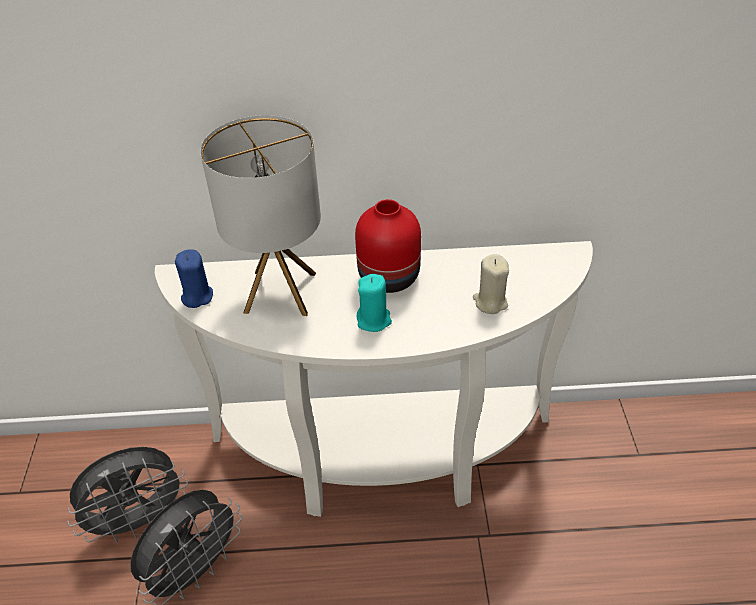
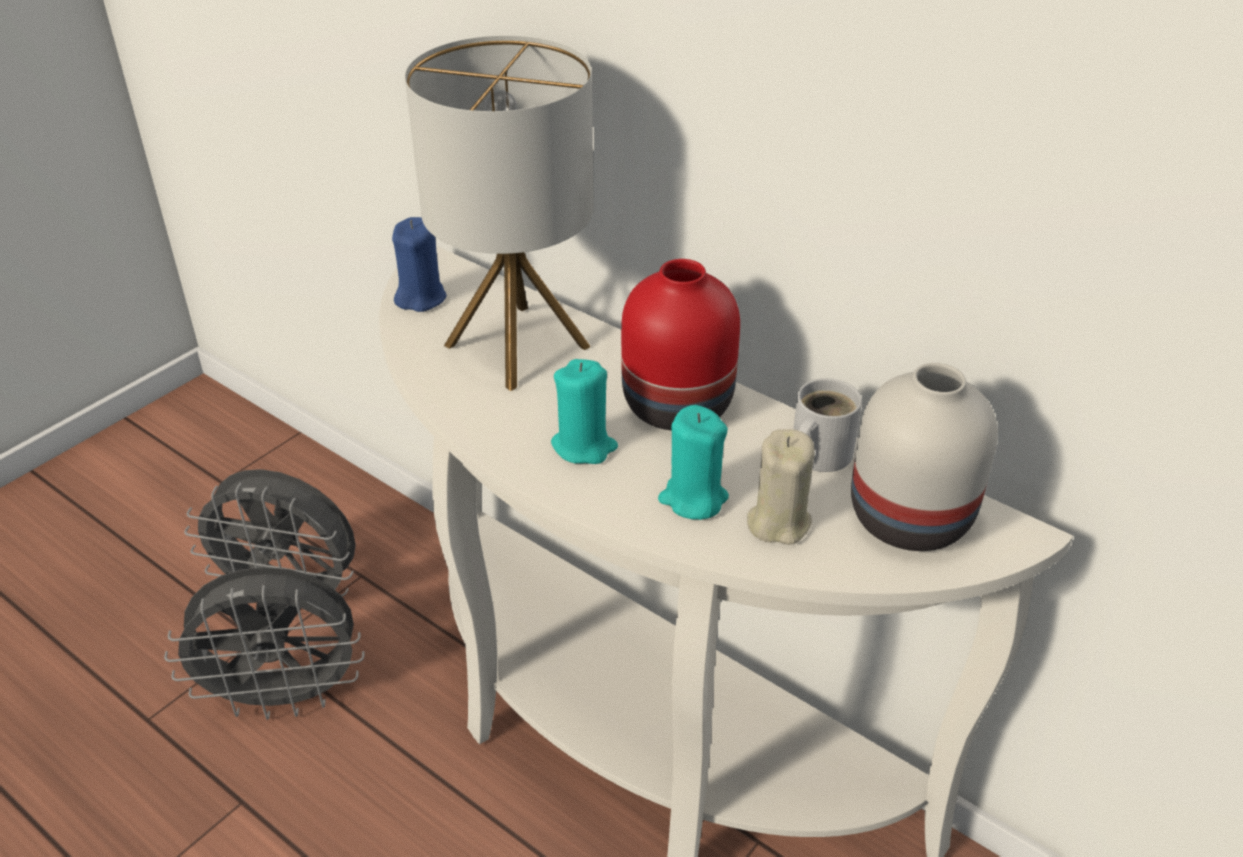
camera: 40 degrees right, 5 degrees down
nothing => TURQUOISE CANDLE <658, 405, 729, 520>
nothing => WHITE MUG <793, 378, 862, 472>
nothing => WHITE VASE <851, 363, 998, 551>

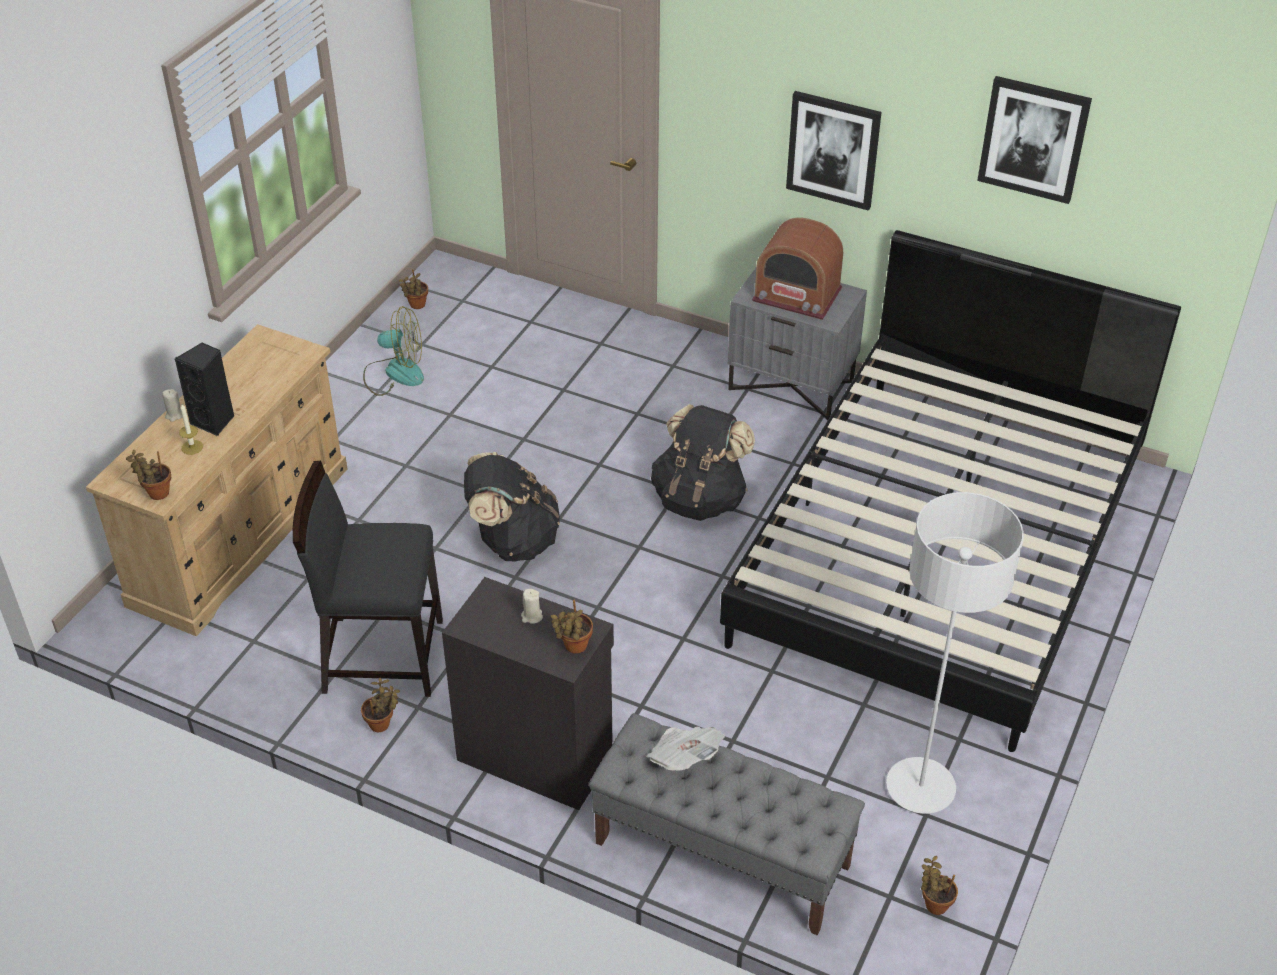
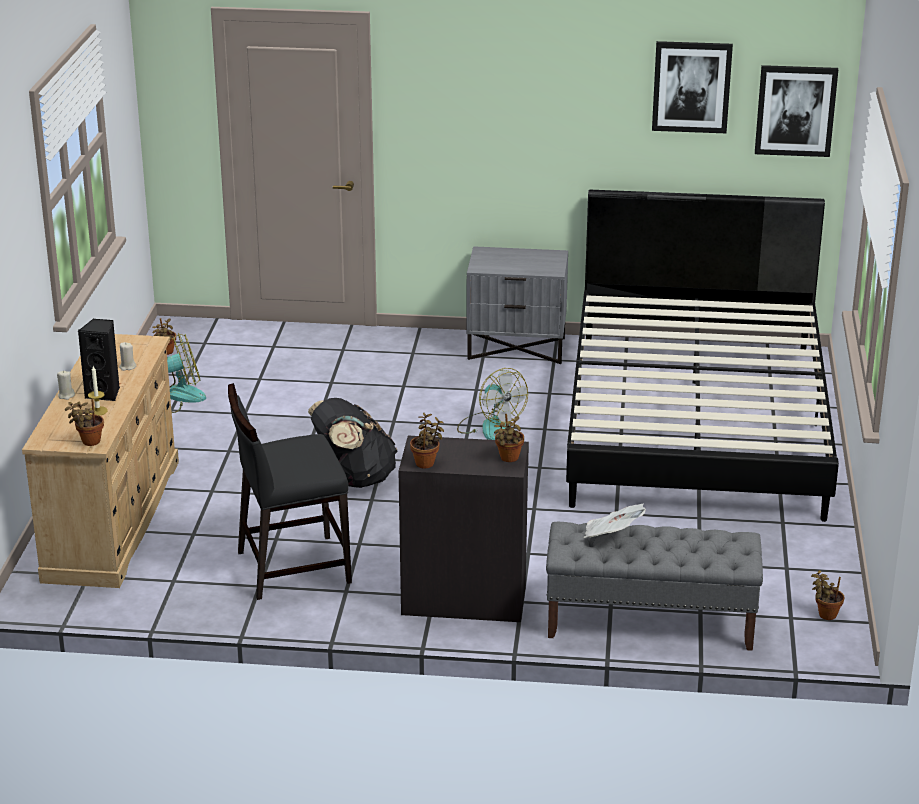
camera: 20 degrees left, 15 degrees down
RADIO <752, 218, 843, 320> => nothing
GREY FLOOR LAMP <886, 492, 1024, 814> => nothing
POTTED PLANT <361, 678, 400, 732> => POTTED PLANT <410, 413, 444, 468>, moved
BEIGE CANDLE <521, 589, 543, 624> => BEIGE CANDLE <119, 342, 136, 371>, moved
PICTURE <786, 91, 882, 211> => PICTURE <755, 65, 838, 157>, moved
BLACK BACKPACK <651, 404, 755, 521> => FAN <457, 368, 528, 440>

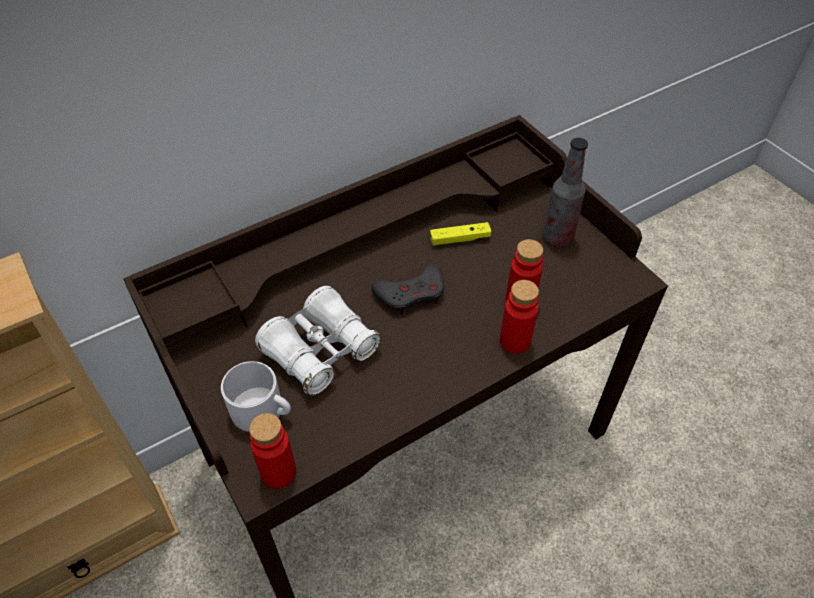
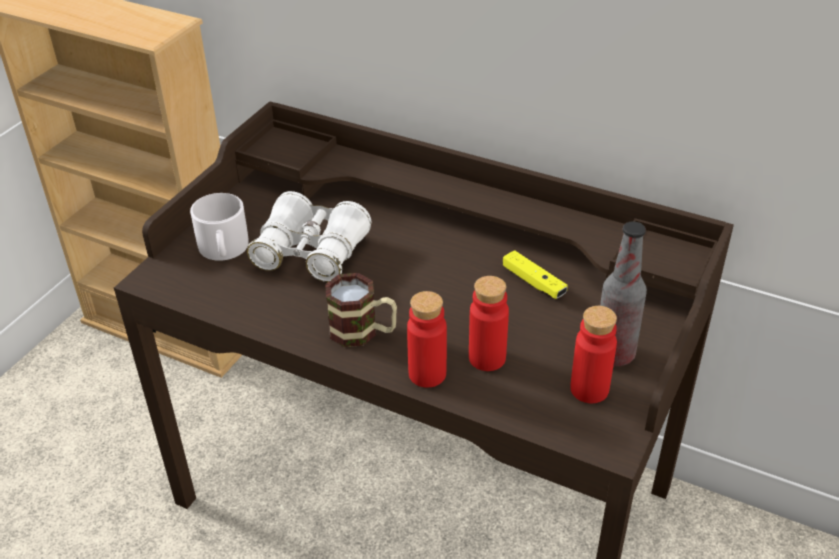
camera: 60 degrees right, 10 degrees down
GREY GAME CONTROLLER <371, 264, 444, 315> => nothing
nothing => MUG <325, 273, 397, 347>
RED BOTTLE <249, 413, 296, 489> => RED BOTTLE <570, 306, 617, 403>, moved

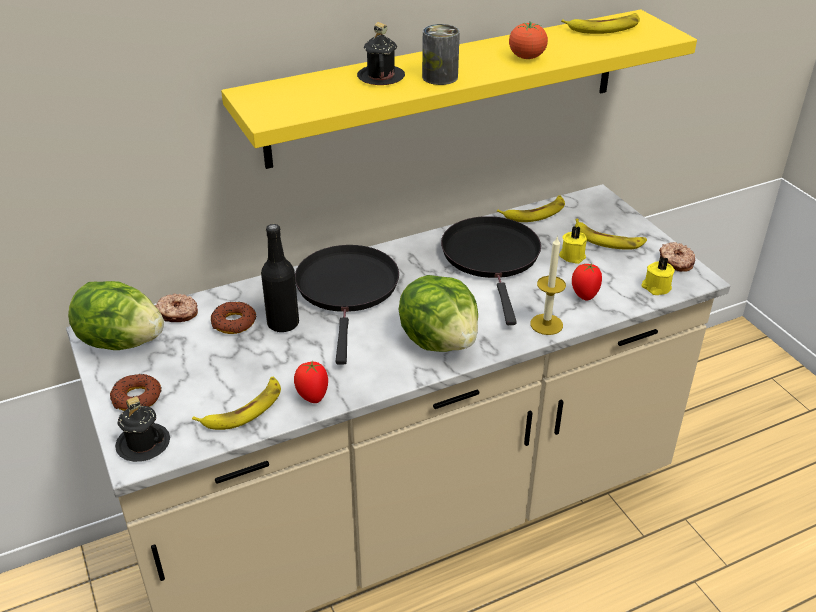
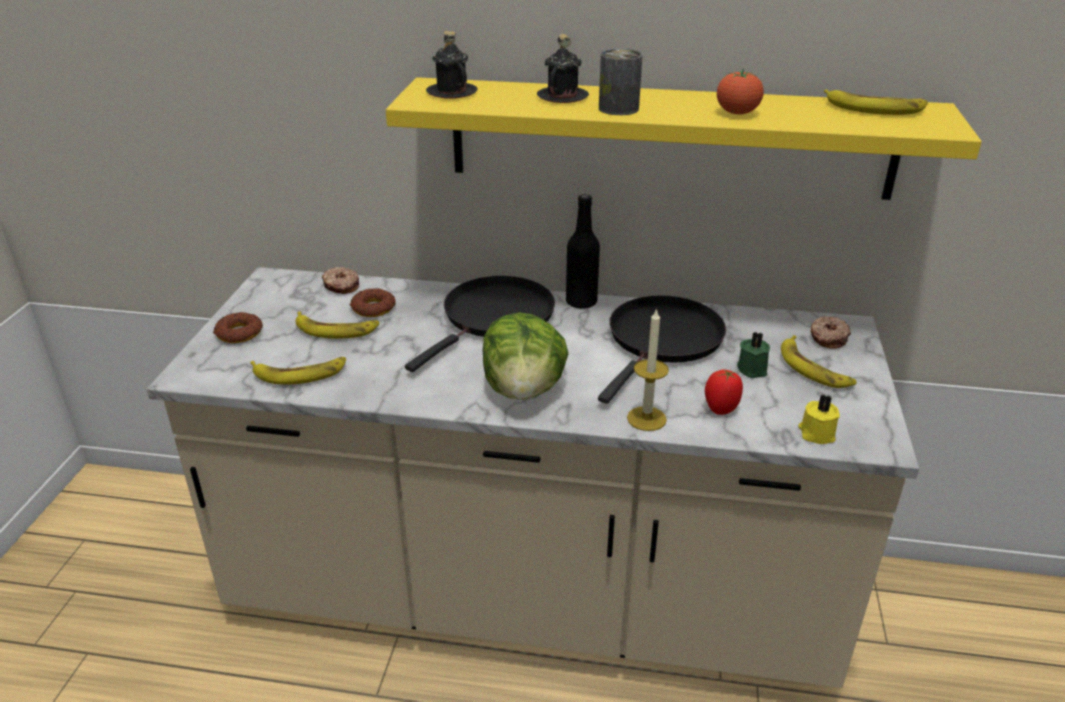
camera: 35 degrees right, 5 degrees down
LETTUCE <68, 281, 164, 350> => nothing
TOMATO <294, 361, 328, 403> => nothing
BLACK MUG <115, 397, 170, 462> => BLACK MUG <426, 31, 478, 99>, moved
BLACK BOTTLE <261, 224, 299, 333> => BLACK BOTTLE <566, 194, 600, 309>, moved
BANANA <497, 195, 565, 222> => BANANA <296, 312, 379, 339>, moved
DONUT <659, 242, 695, 272> => DONUT <810, 316, 851, 349>, moved
YELLOW CANDLE <559, 226, 587, 264> => GREEN CANDLE <737, 332, 770, 378>

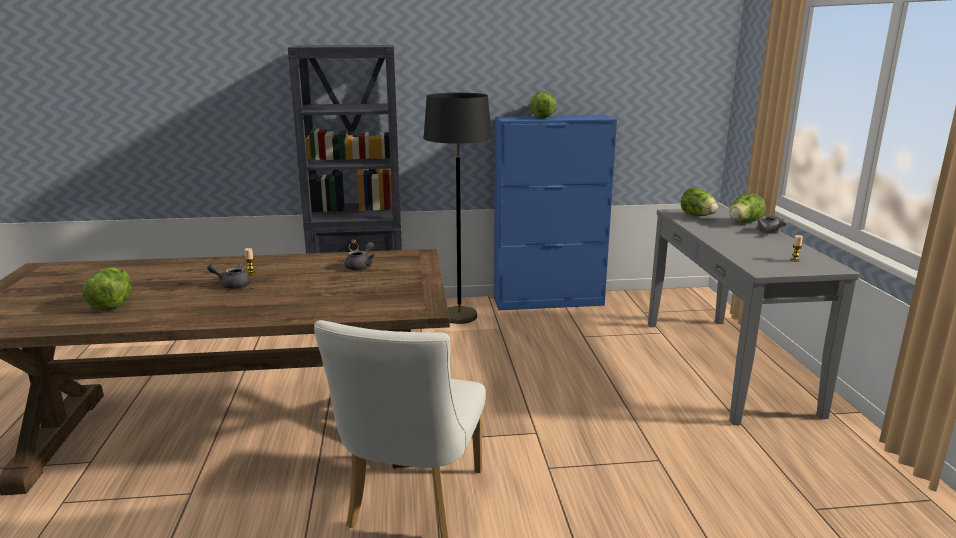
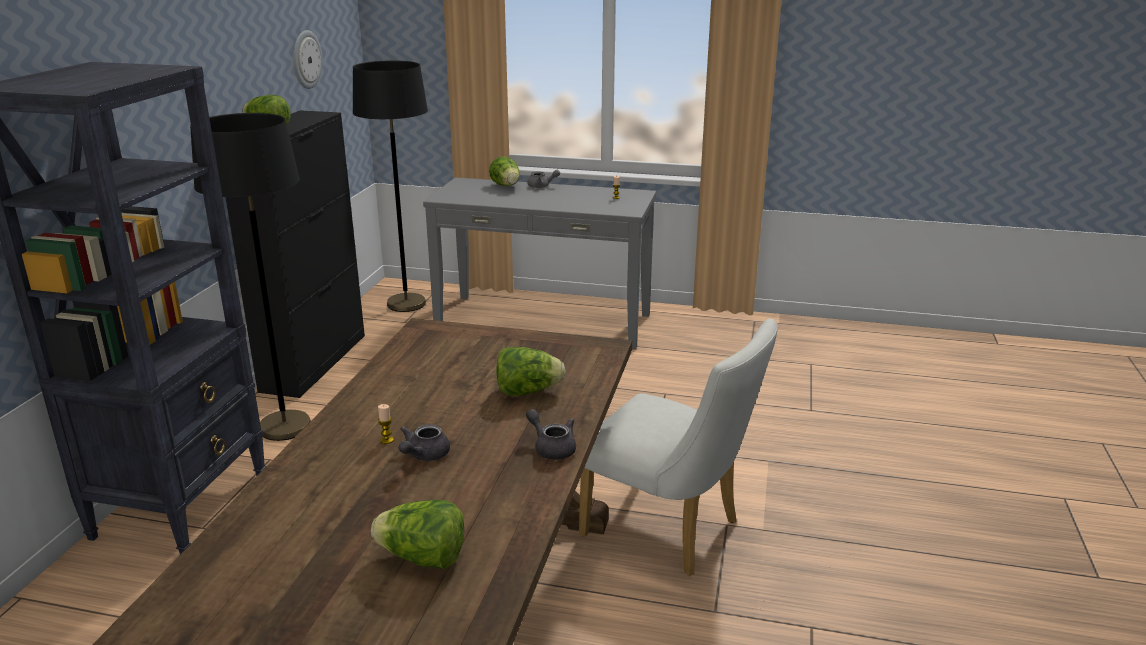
camera: 70 degrees left, 5 degrees up
nothing => WALL CLOCK <293, 30, 322, 89>
nothing => BLACK FLOOR LAMP <353, 61, 428, 312>
GREY TEAPOT <344, 242, 375, 270> => GREY TEAPOT <526, 409, 576, 460>, moved
LETTUCE <681, 187, 718, 216> => LETTUCE <496, 347, 565, 396>, moved
BLUE CABINET <494, 115, 617, 310> => BLACK CABINET <226, 110, 365, 398>

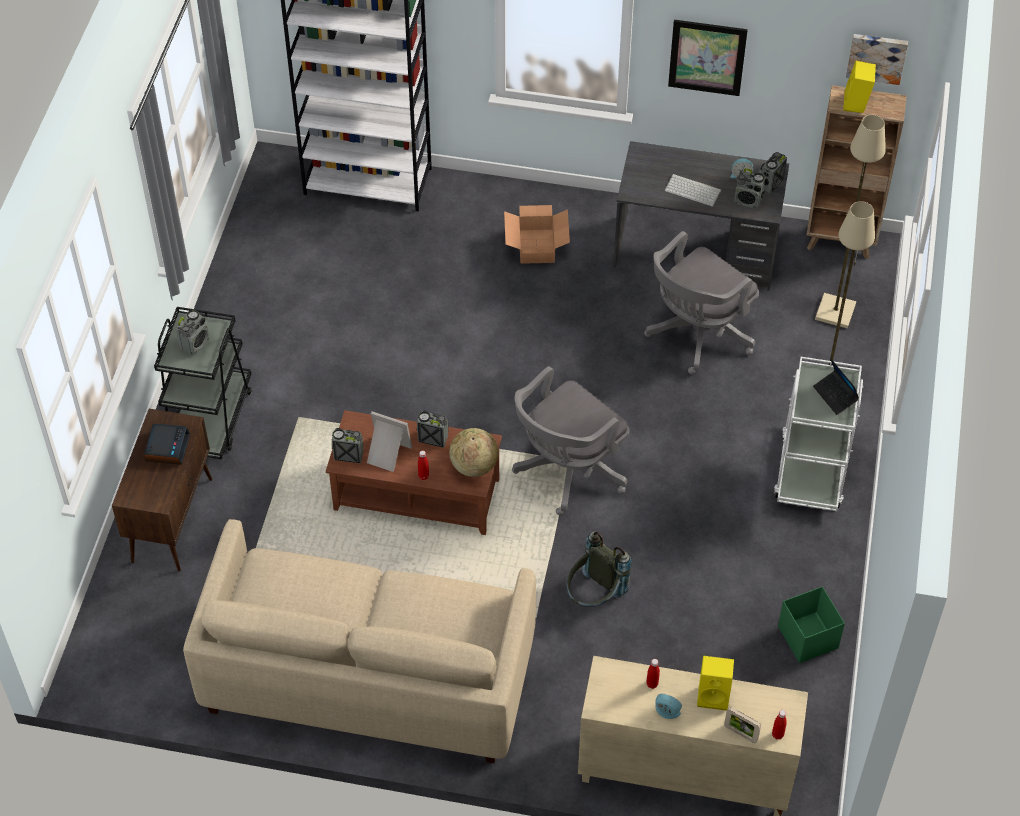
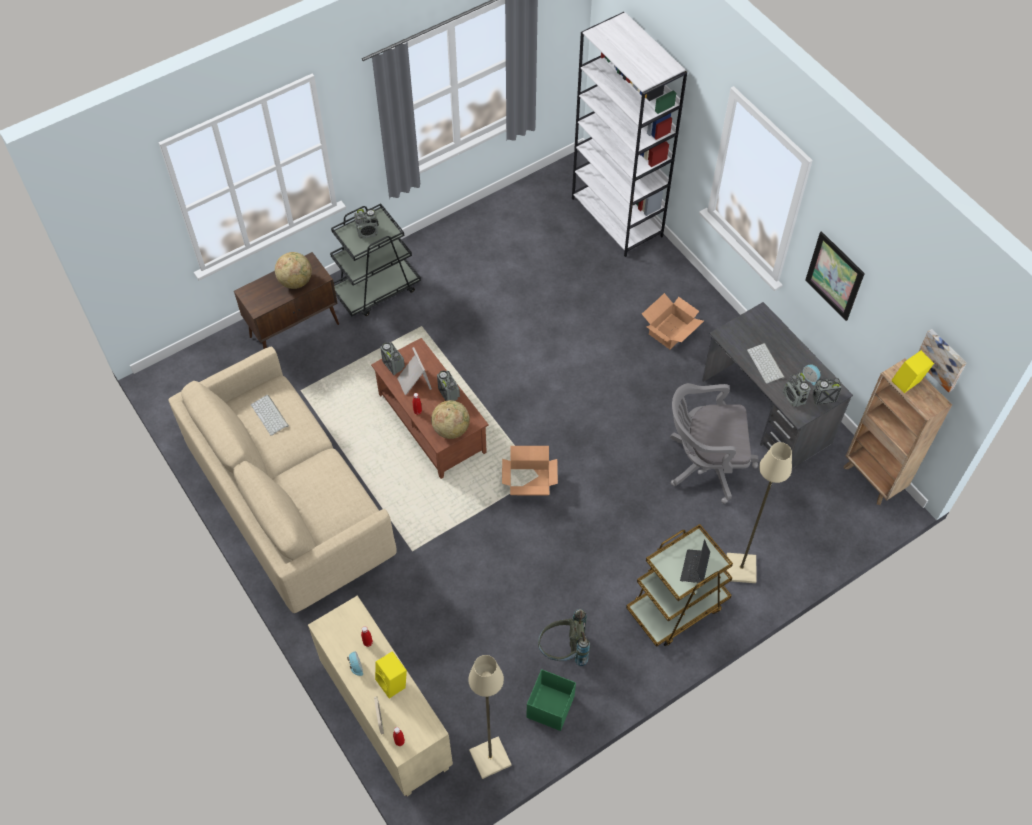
camera: 45 degrees right, 5 degrees up
nothing => KEYBOARD <251, 394, 289, 436>
GREY BACKPACK <566, 532, 631, 607> => GREY BACKPACK <538, 609, 590, 666>, moved
BEIGE FLOOR LAMP <815, 115, 886, 328> => BEIGE FLOOR LAMP <468, 655, 512, 779>, moved
ALARM CLOCK <144, 423, 190, 465> => GLOBE <275, 252, 312, 289>
GREY OFFICE CHAIR <512, 366, 630, 515> => CARDBOARD BOX <502, 446, 558, 495>
WHITE CART <774, 357, 864, 511> => BROWN CART <626, 524, 733, 647>

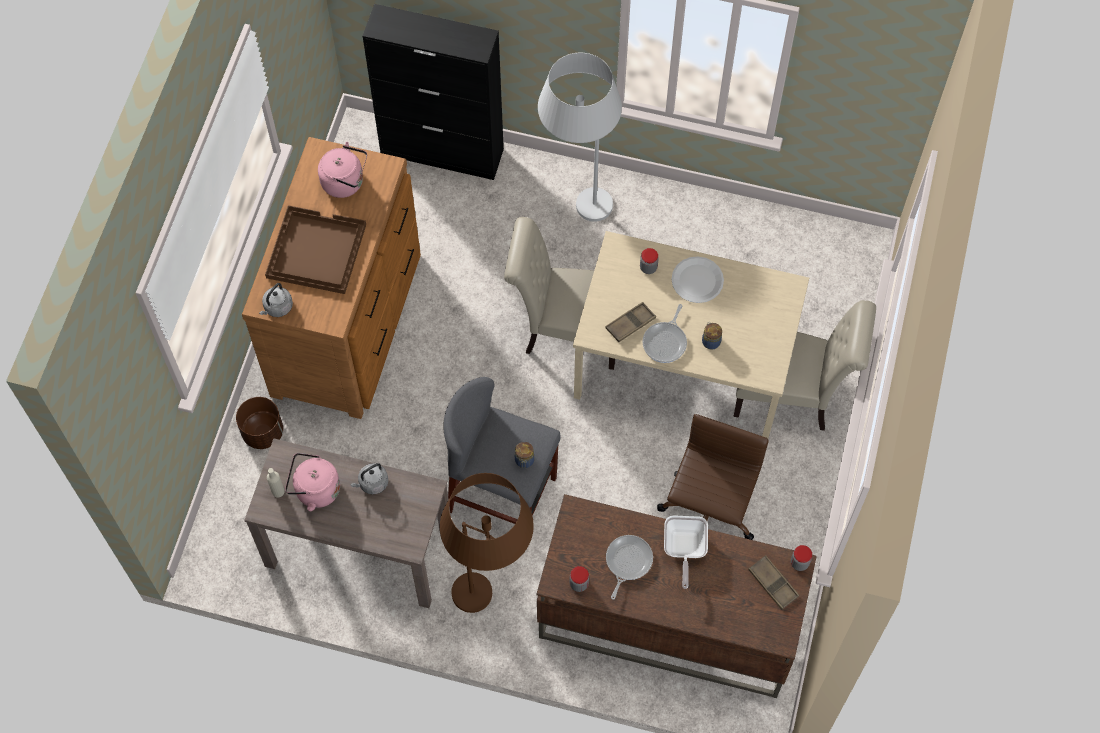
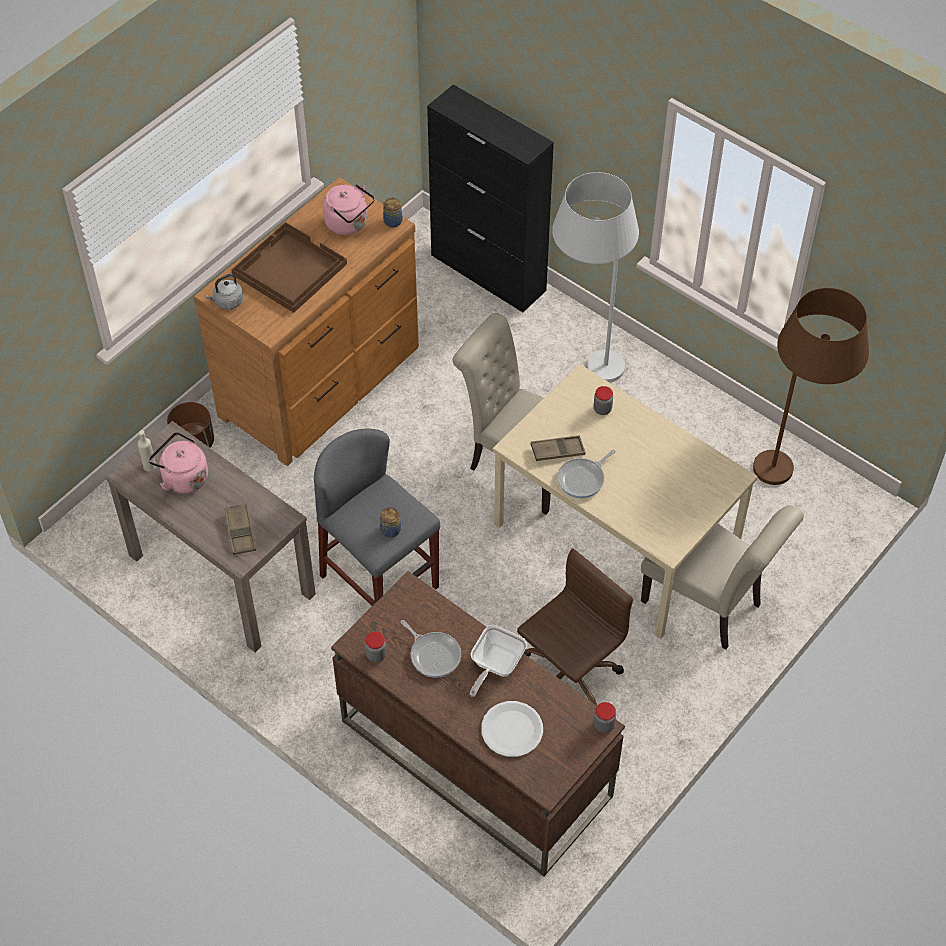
camera: 25 degrees right, 10 degrees down
GREY KETTLE <350, 463, 388, 495> => nothing
BROWN FLOOR LAMP <440, 473, 534, 613> => BROWN FLOOR LAMP <753, 288, 869, 485>, moved
WHITE PLATE <672, 256, 724, 303> => WHITE PLATE <481, 701, 543, 757>, moved
JAR <702, 322, 722, 350> => JAR <383, 197, 403, 228>, moved
BROWN TRAY <748, 555, 799, 610> => BROWN TRAY <224, 503, 256, 555>, moved
FRYING PAN <606, 535, 653, 600> => FRYING PAN <401, 620, 461, 678>, 90 degrees clockwise

